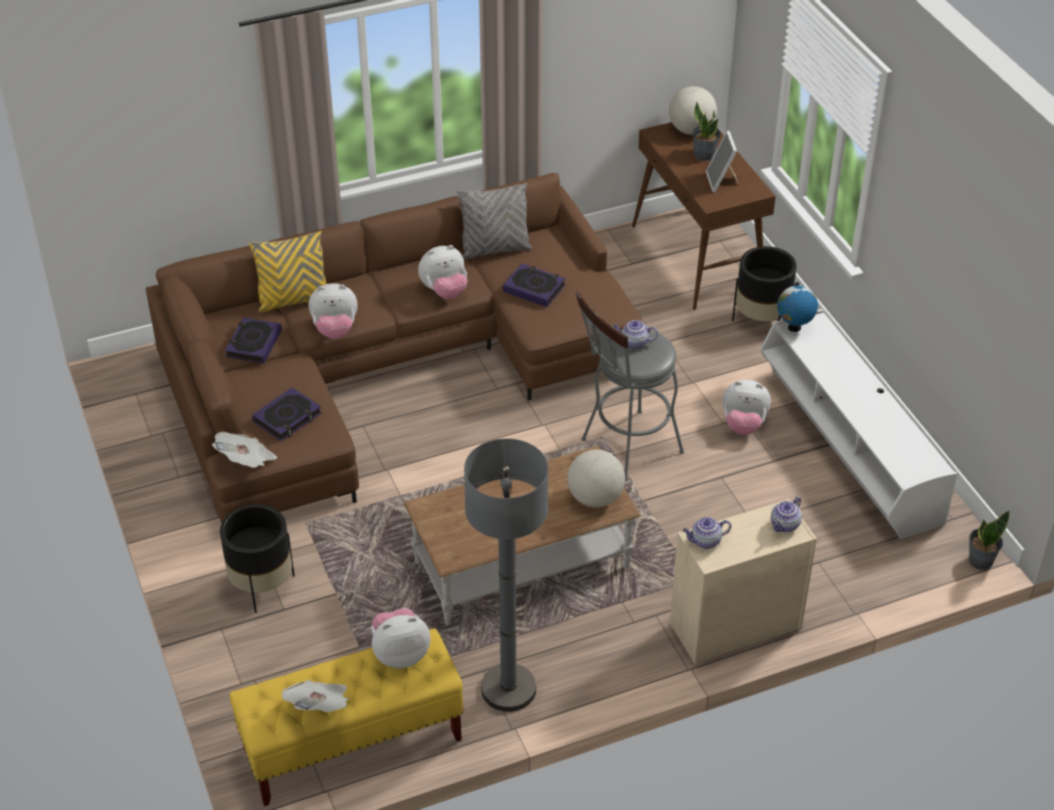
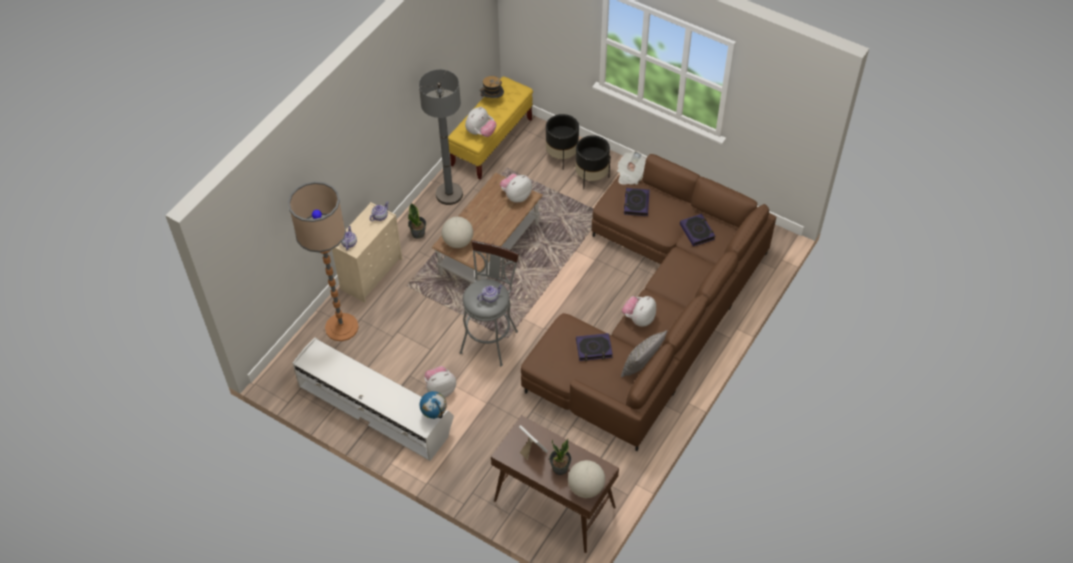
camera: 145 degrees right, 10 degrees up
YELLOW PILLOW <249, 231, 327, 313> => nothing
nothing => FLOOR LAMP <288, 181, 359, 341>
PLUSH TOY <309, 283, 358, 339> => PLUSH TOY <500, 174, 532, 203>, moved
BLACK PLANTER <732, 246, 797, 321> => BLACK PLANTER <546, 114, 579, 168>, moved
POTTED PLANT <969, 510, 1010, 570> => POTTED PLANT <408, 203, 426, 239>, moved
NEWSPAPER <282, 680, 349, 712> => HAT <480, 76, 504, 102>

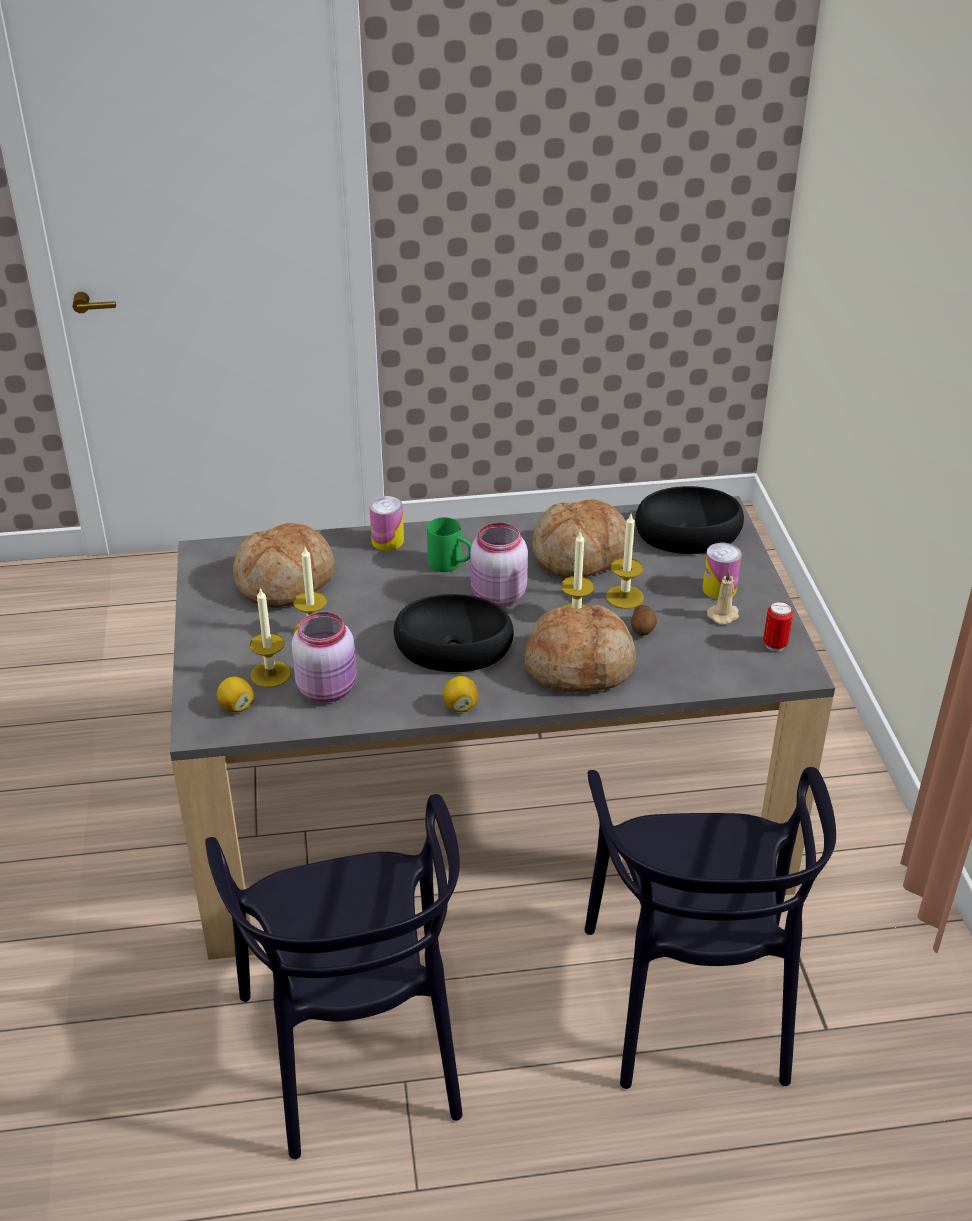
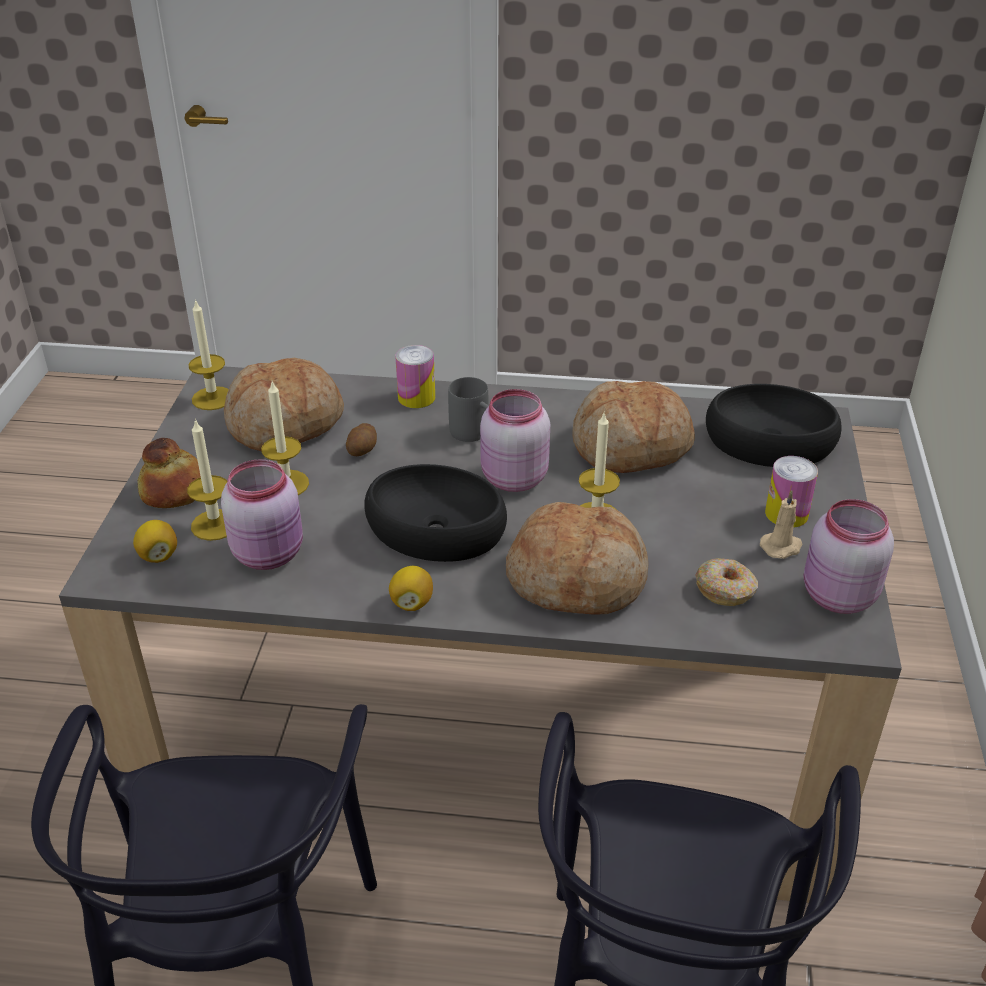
camera: 15 degrees right, 0 degrees up
nothing => BREAD <137, 438, 201, 508>
nothing => DONUT <695, 558, 758, 606>
CANDLE <606, 514, 644, 609> => CANDLE <188, 299, 229, 410>, moved
POTATO <631, 605, 657, 636> => POTATO <346, 423, 377, 456>, moved
CAN <763, 602, 793, 651> => PINK JAR <804, 499, 894, 614>
GREEN MUG <427, 517, 472, 572> => GREY MUG <448, 377, 489, 442>

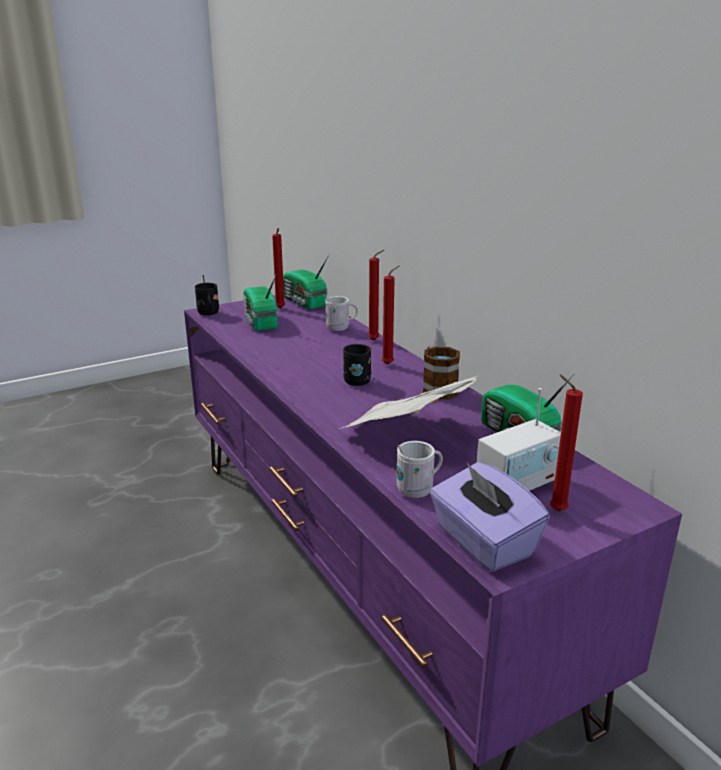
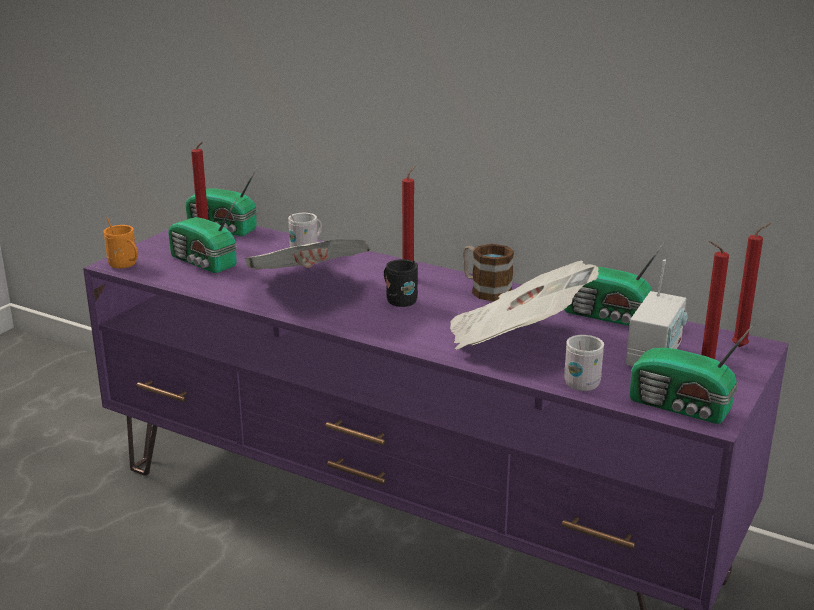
camera: 30 degrees left, 0 degrees up
nothing => NEWSPAPER <244, 239, 371, 270>
RED CANDLE <368, 250, 384, 341> => RED CANDLE <732, 223, 771, 347>, moved
PURPLE TISSUE BOX <430, 462, 550, 572> => RADIO <630, 325, 753, 424>
BLACK MUG <195, 275, 219, 315> => ORANGE MUG <104, 217, 138, 268>

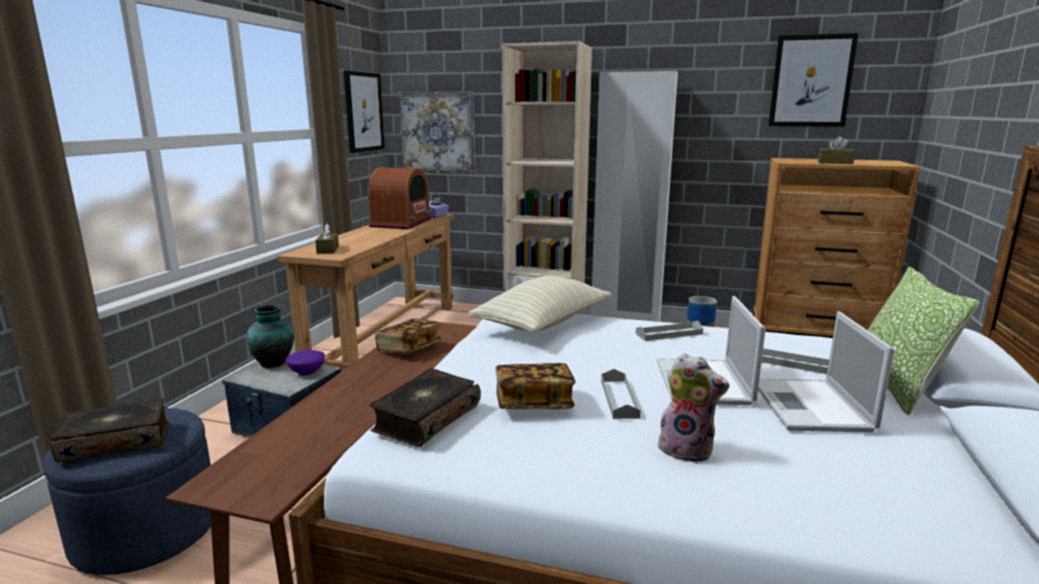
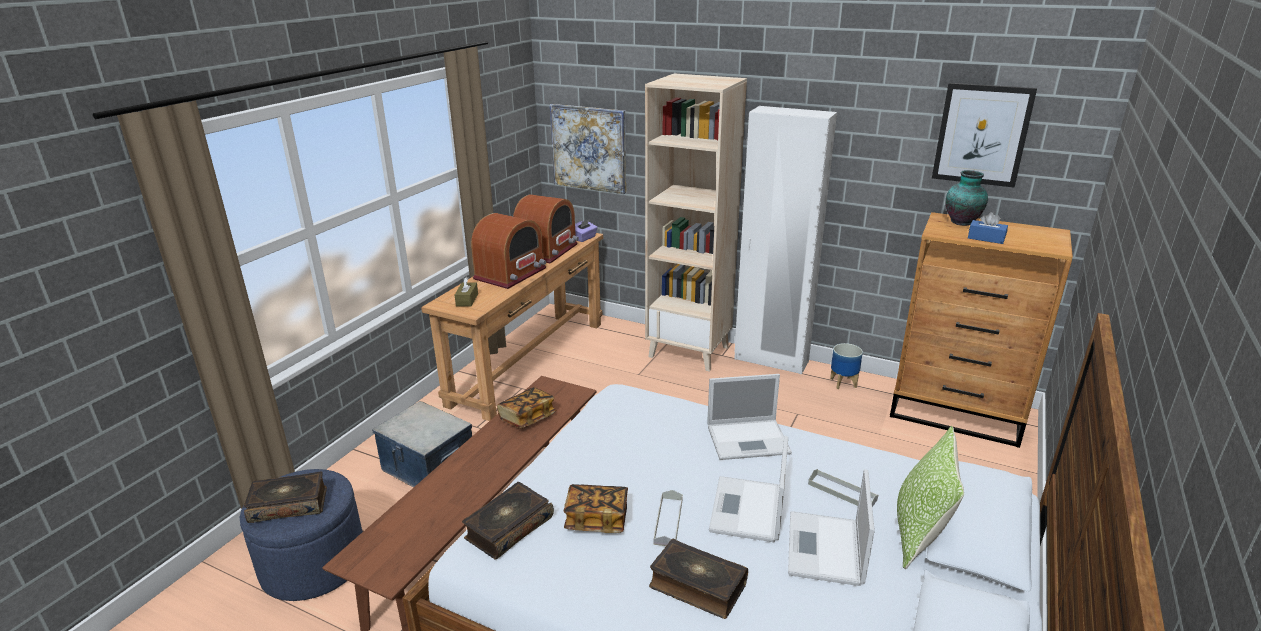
camera: 10 degrees right, 10 degrees up
PURPLE BOWL <286, 350, 325, 375> => nothing
PICTURE <344, 70, 384, 153> => nothing
BEIGE PILLOW <469, 276, 611, 332> => nothing
nothing => RADIO <471, 213, 546, 289>
VASE <246, 305, 294, 368> => VASE <946, 170, 988, 226>, moved
GREY TRAY <636, 321, 703, 341> => LAPTOP <707, 374, 792, 460>
PLUSH TOY <658, 353, 730, 463> => BOOK <649, 538, 748, 619>
BROWN TISSUE BOX <818, 136, 856, 164> => BLUE TISSUE BOX <968, 212, 1008, 244>

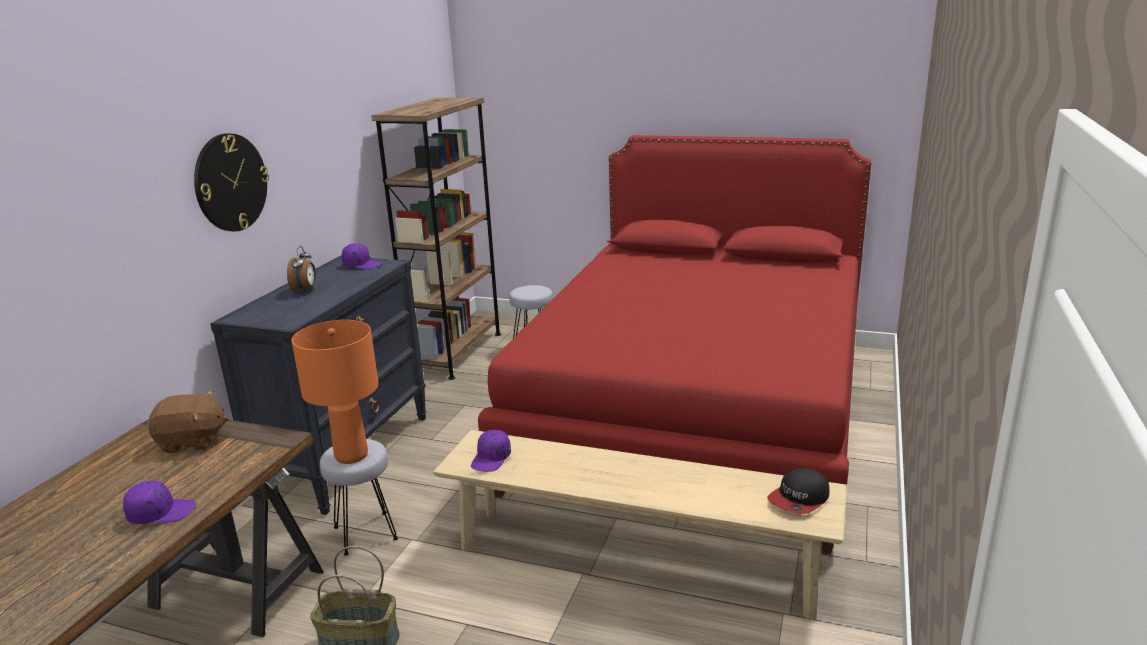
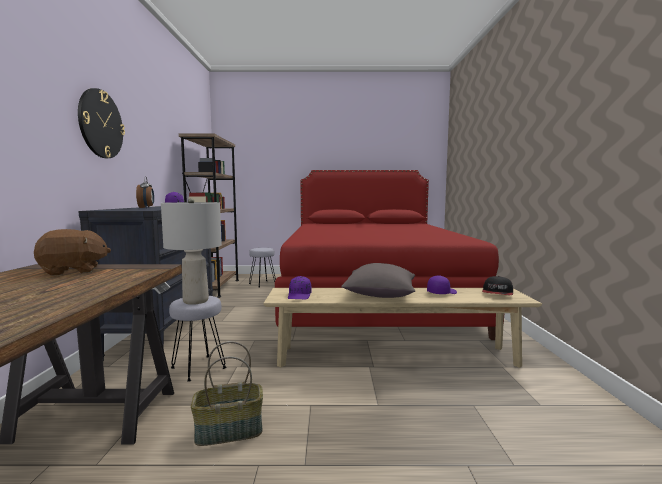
camera: 20 degrees left, 15 degrees down
nothing => GREY PILLOW <341, 263, 415, 298>
PURPLE CAP <123, 481, 196, 524> => PURPLE CAP <427, 275, 457, 294>, moved
ORANGE TABLE LAMP <291, 320, 379, 464> => GREY TABLE LAMP <161, 198, 222, 305>

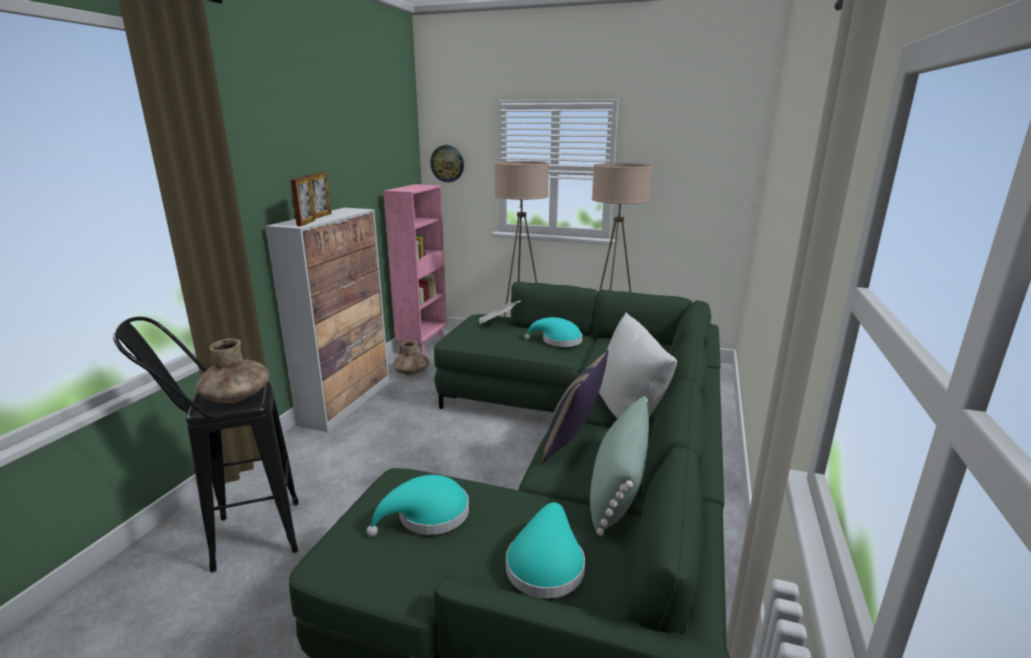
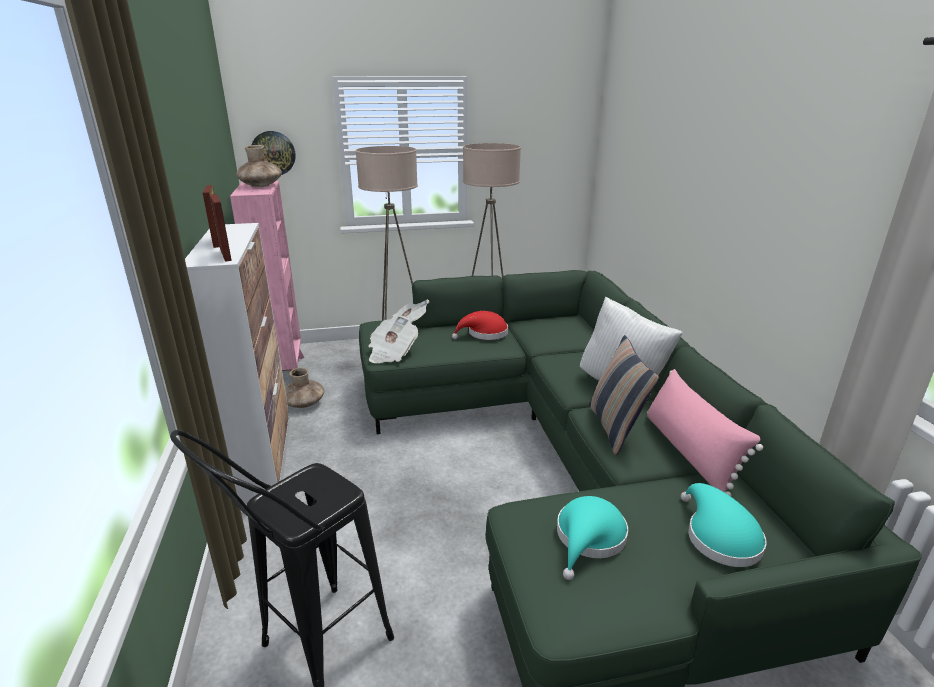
camera: 30 degrees left, 5 degrees up
nothing => NEWSPAPER <368, 316, 418, 363>
BROWN VASE <196, 339, 269, 403> => BROWN VASE <236, 145, 282, 187>, moved
TURQUOISE HAT <524, 317, 582, 347> => RED HAT <452, 311, 508, 340>
GREEN PILLOW <590, 396, 649, 536> => PINK PILLOW <647, 369, 763, 496>

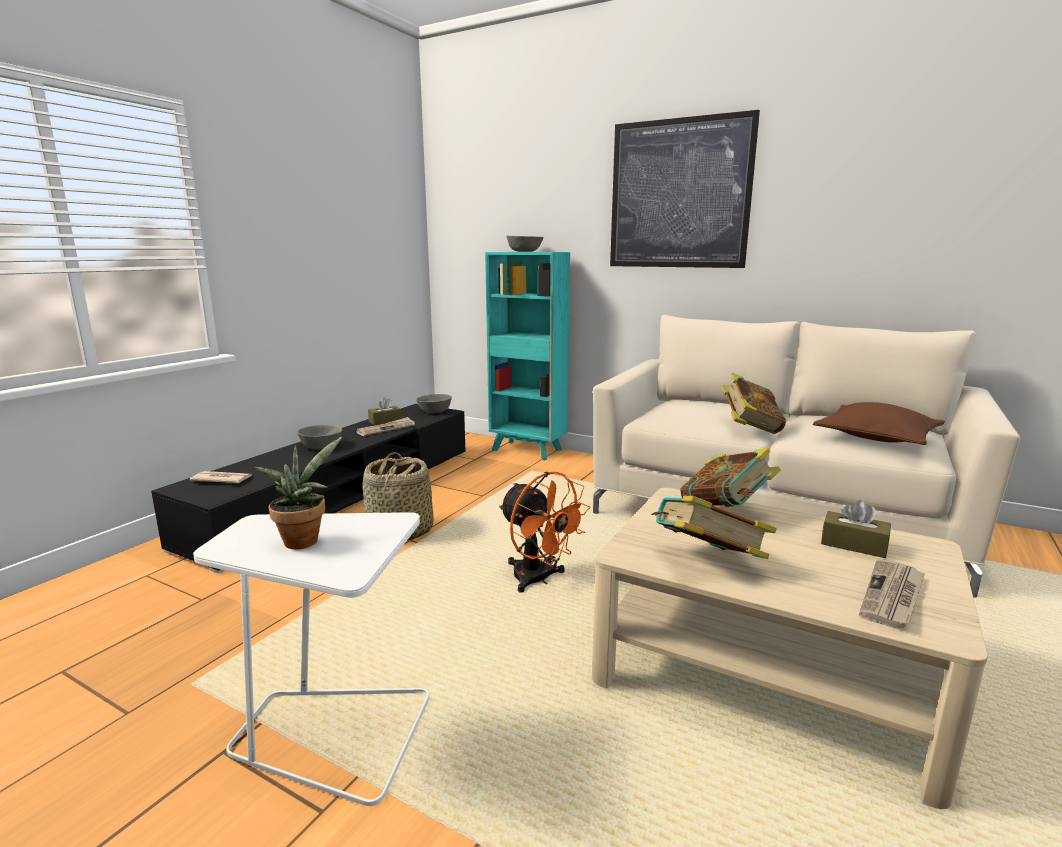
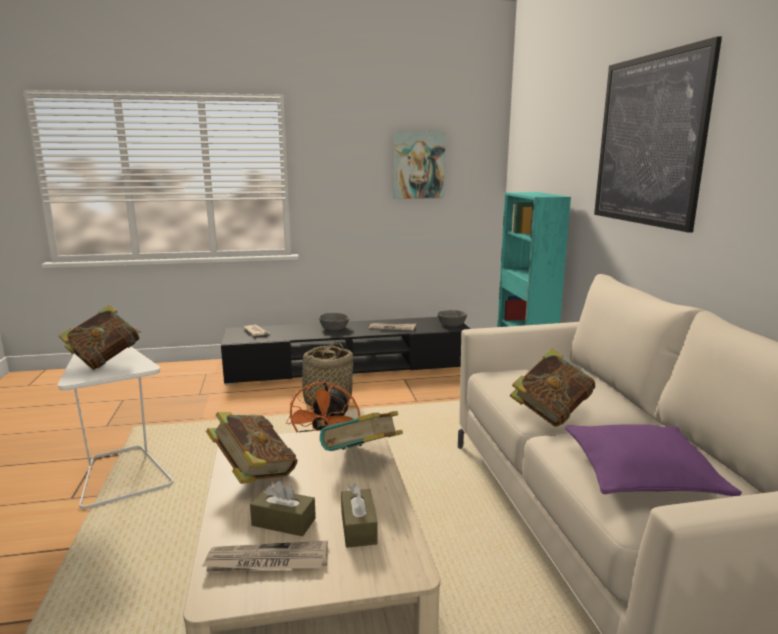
camera: 50 degrees right, 0 degrees up
GREY BOWL <506, 236, 543, 252> => nothing
nothing => PICTURE <393, 131, 446, 199>
BROWN TISSUE BOX <368, 397, 402, 425> => BROWN TISSUE BOX <250, 481, 316, 536>, moved
POTTED PLANT <255, 437, 342, 549> => BOOK <59, 305, 141, 370>
BROWN PILLOW <813, 402, 945, 445> => PURPLE PILLOW <565, 424, 742, 496>

